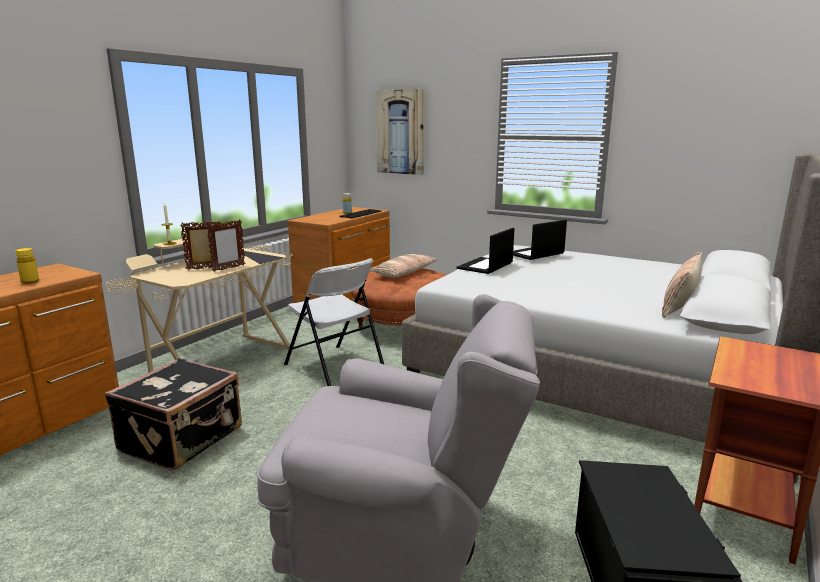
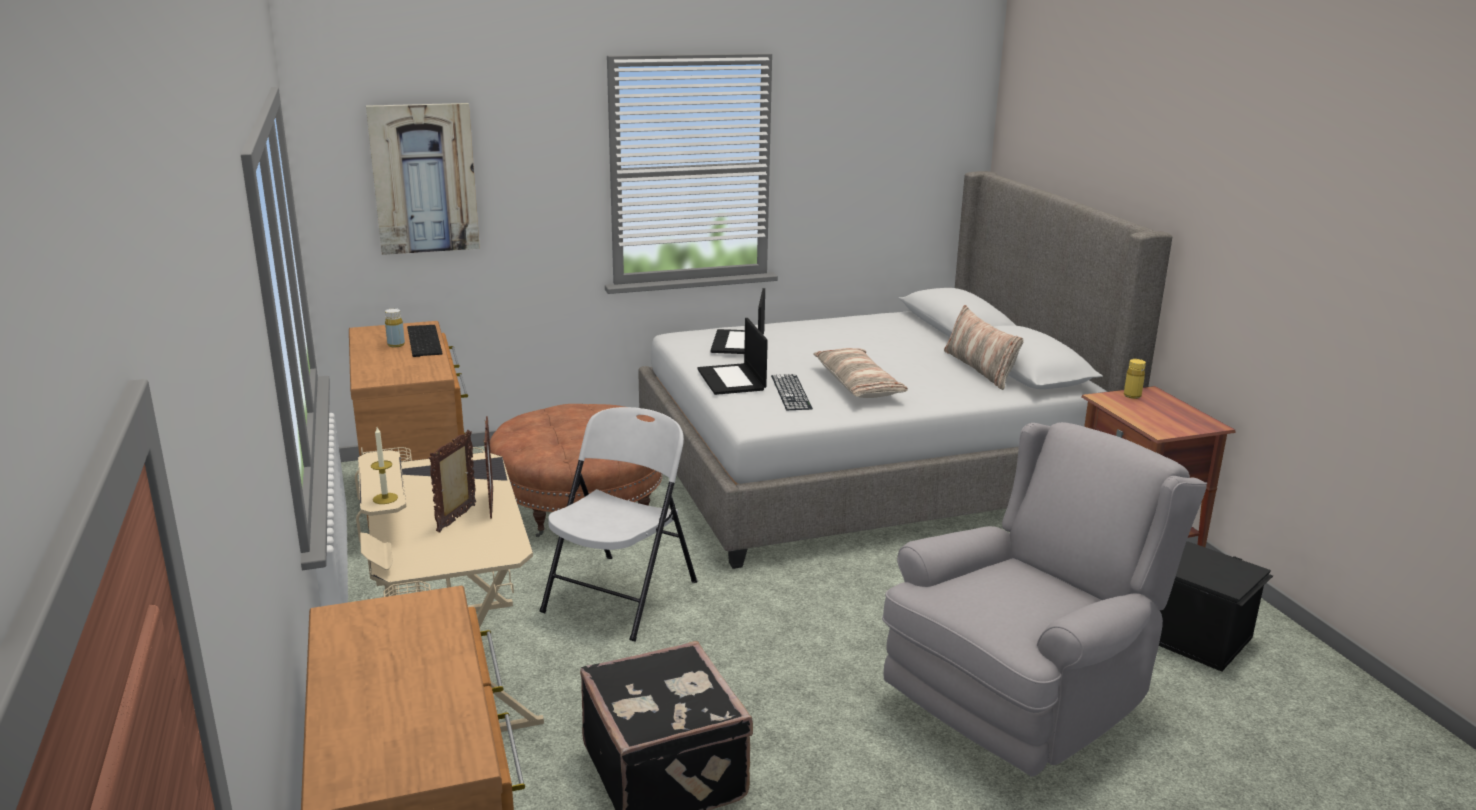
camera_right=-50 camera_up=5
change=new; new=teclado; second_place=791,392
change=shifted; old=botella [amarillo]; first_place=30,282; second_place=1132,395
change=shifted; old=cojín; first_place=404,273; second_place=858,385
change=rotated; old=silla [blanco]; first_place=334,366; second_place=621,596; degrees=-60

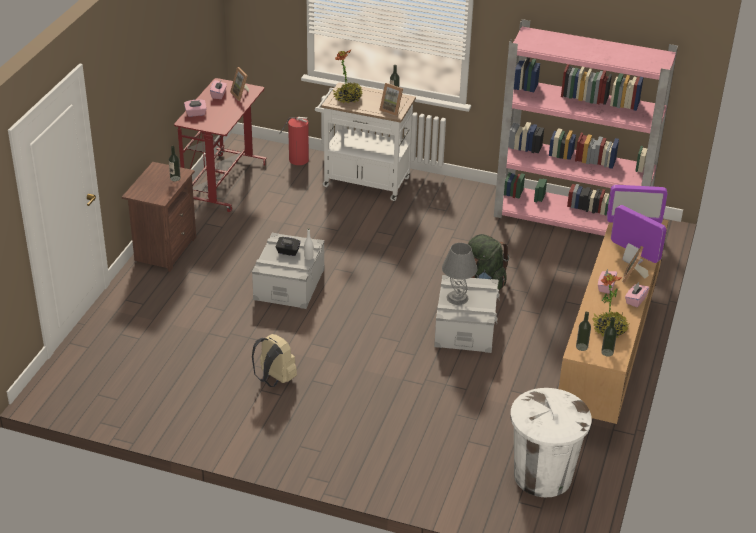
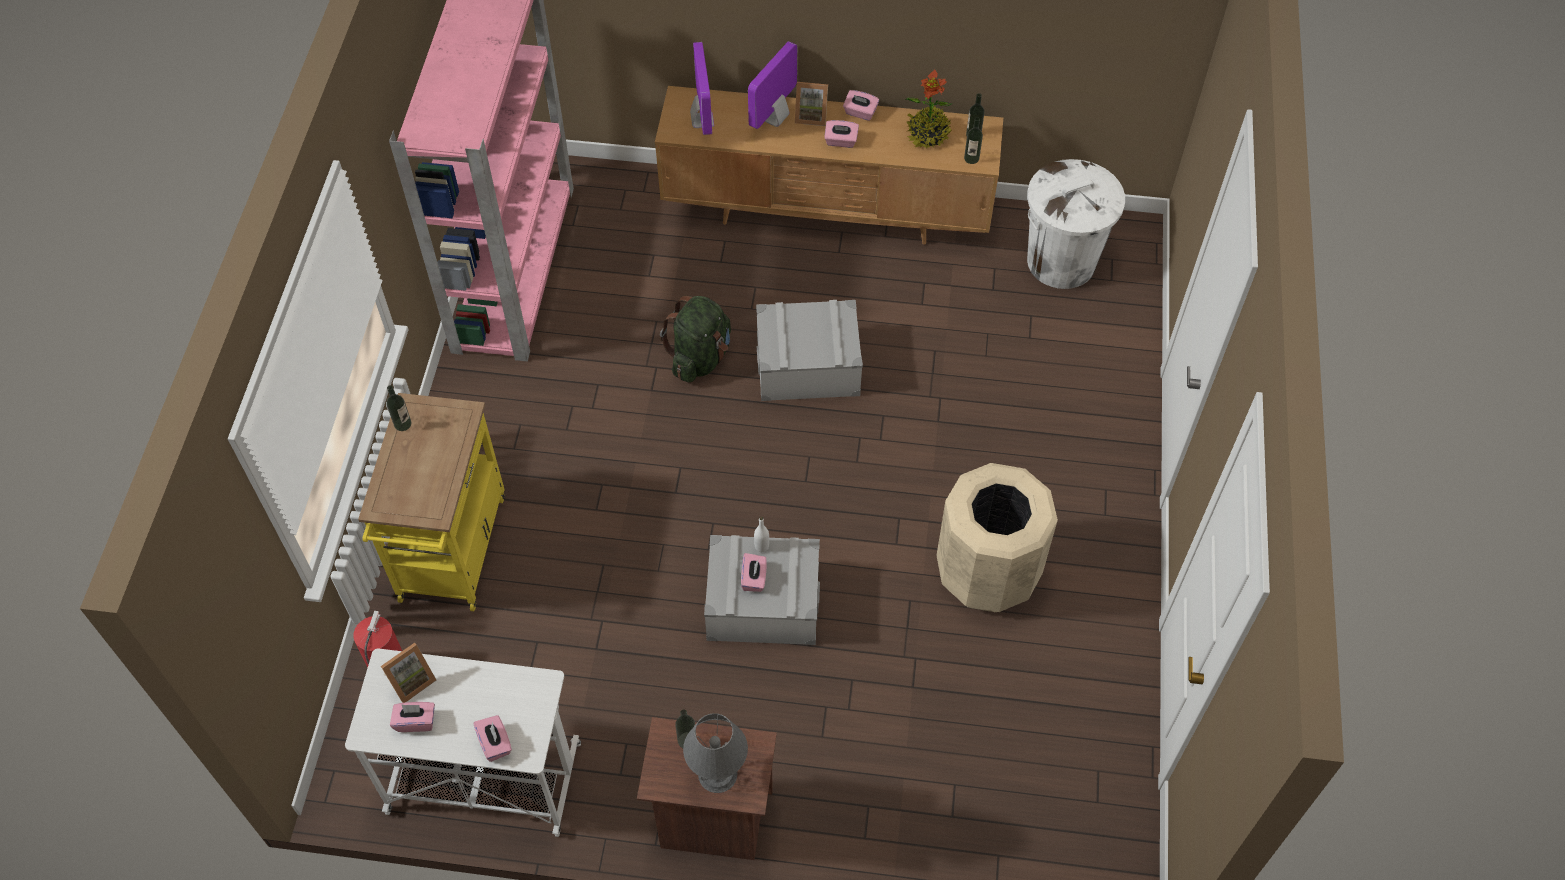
camera_right=-100 camera_up=20
change=gone; old=planta en maceta; first_place=348,98
change=gone; old=portarretratos; first_place=392,110
change=shifted; old=lámpara de mesa [gris]; first_place=457,298; second_place=717,774
change=swapped; old=mochila [beis]; new=papelera [beis]; first_place=274,379; second_place=987,573
change=repainted; old=escritorio [rojo]; new=escritorio [blanco]; first_place=224,182; second_place=483,778
change=repainted; old=caja de pañuelos [negro]; new=caja de pañuelos [rosa]; first_place=288,252; second_place=754,579
change=repainted; old=carrito [blanco]; new=carrito [amarillo]; first_place=363,182; second_place=451,552

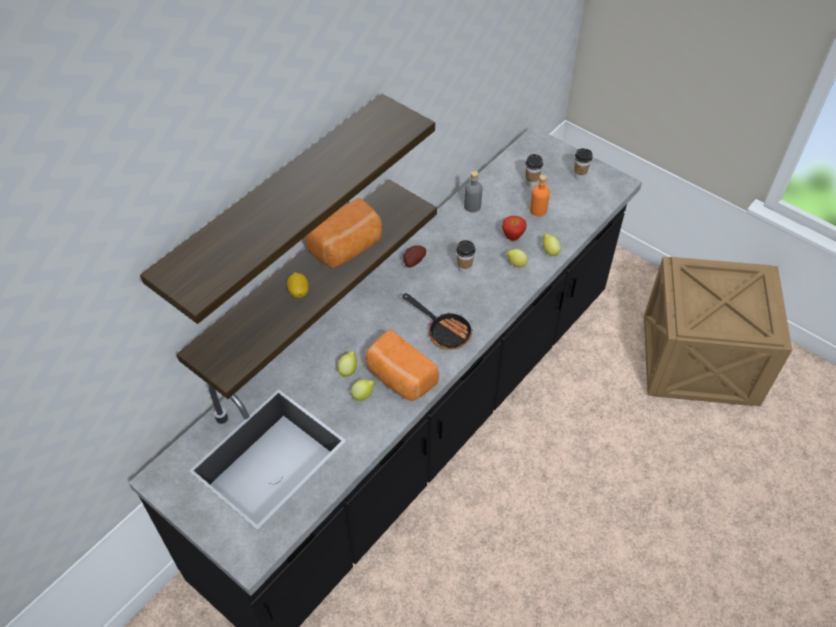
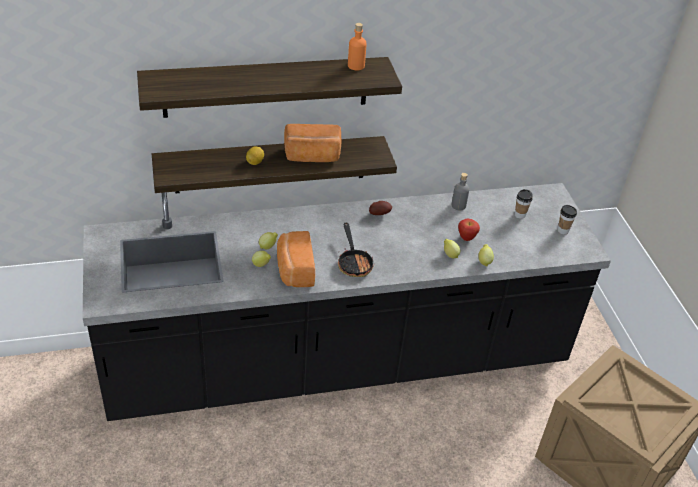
camera_right=35 camera_up=-10
change=gone; old=taza; first_place=464,268
change=shifted; old=botella [naranja]; first_place=538,210; second_place=356,66

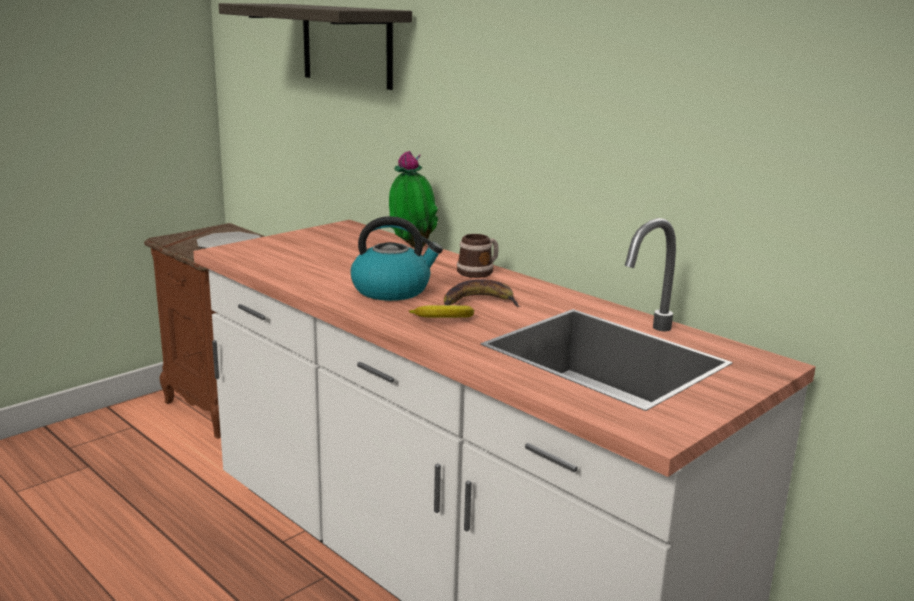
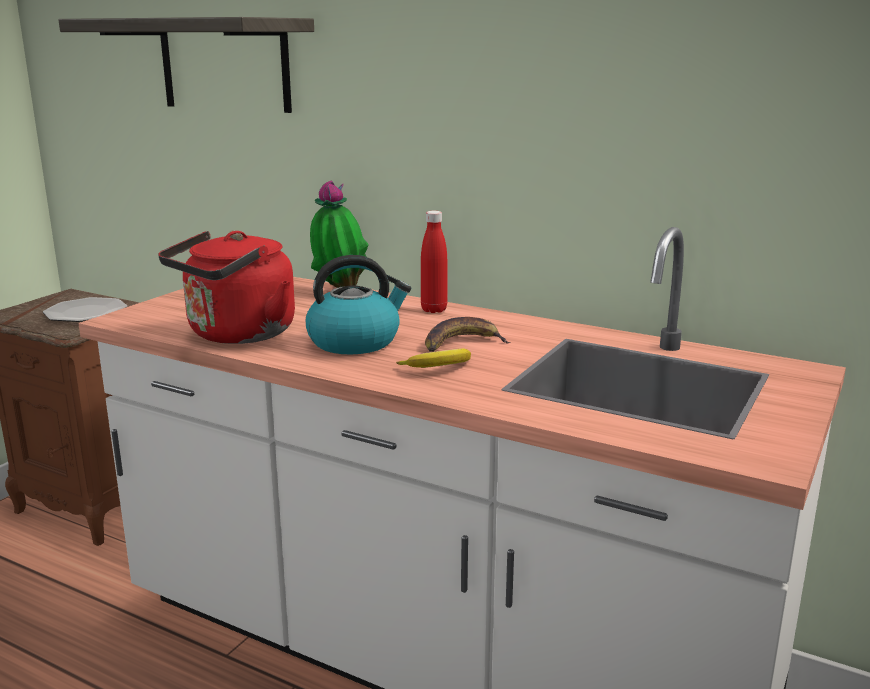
camera_right=-15 camera_up=0
change=new; new=hervidor [rojo]; second_place=237,335
change=swapped; old=taza grande; new=botella [rojo]; first_place=479,271; second_place=434,310

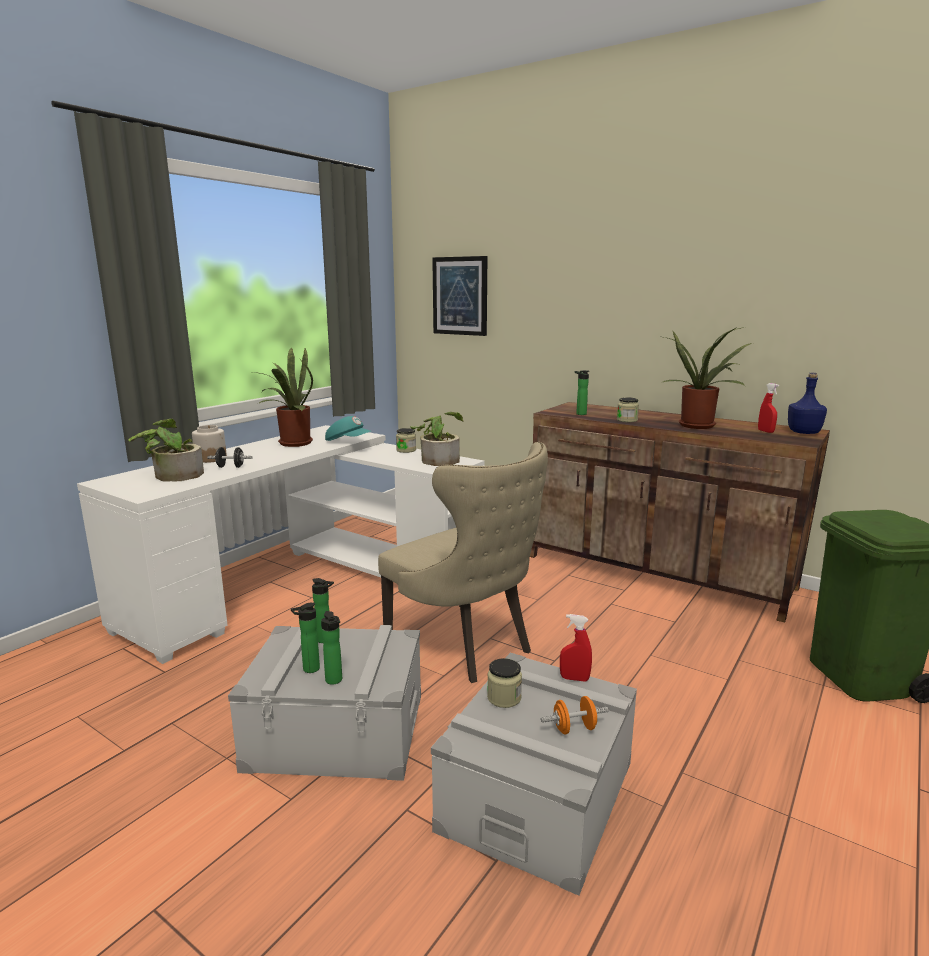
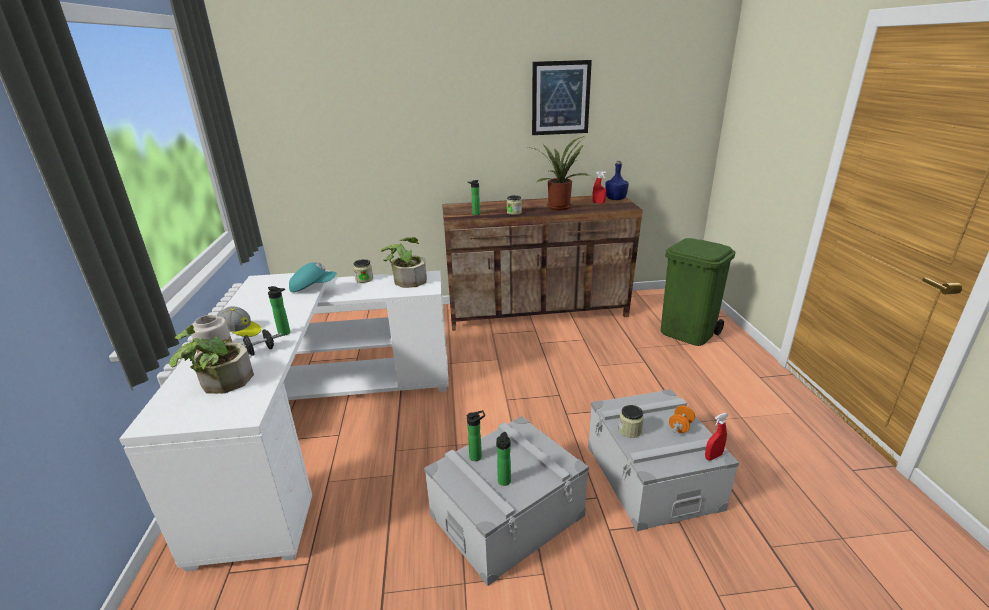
camera_right=-40 camera_up=10
change=gone; old=planta en maceta; first_place=292,443
change=gone; old=silla [beis]; first_place=465,645
change=new; new=gorra; second_place=240,330
change=shifted; old=botella; first_place=334,681; second_place=286,333
change=shifted; old=cuadro; first_place=460,296; second_place=560,98
change=shifted; old=pulverizador [rojo]; first_place=574,678; second_place=713,456

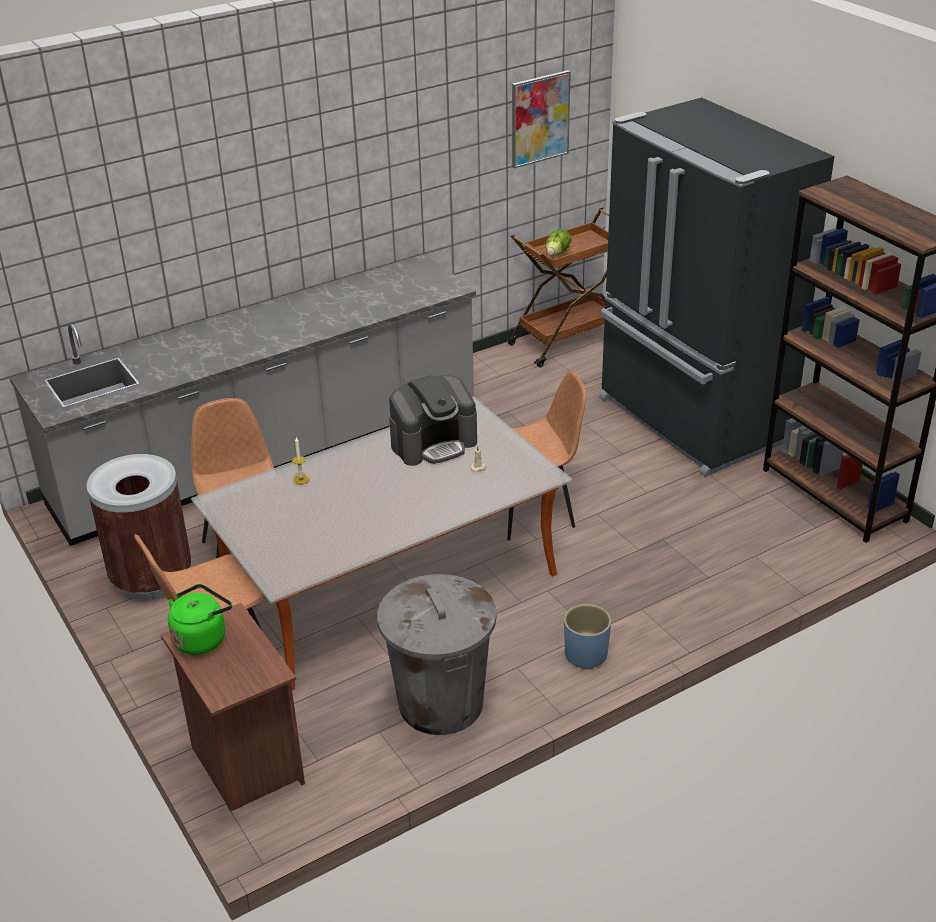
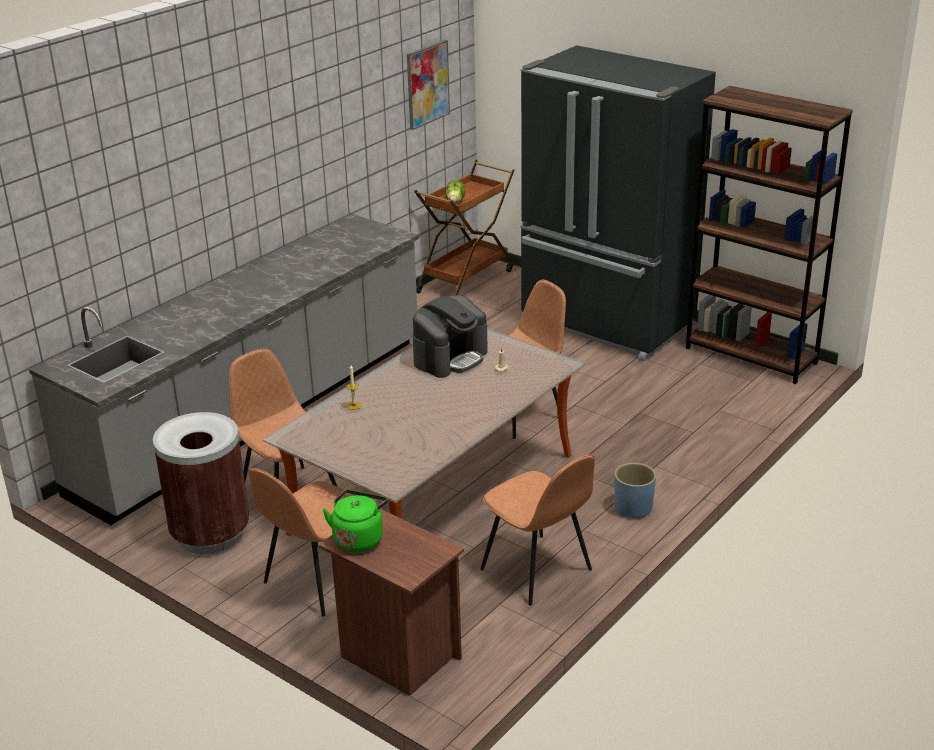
camera_right=-20 camera_up=-5
change=swapped; old=papelera [gris]; new=silla [marrón]; first_place=440,704; second_place=538,571

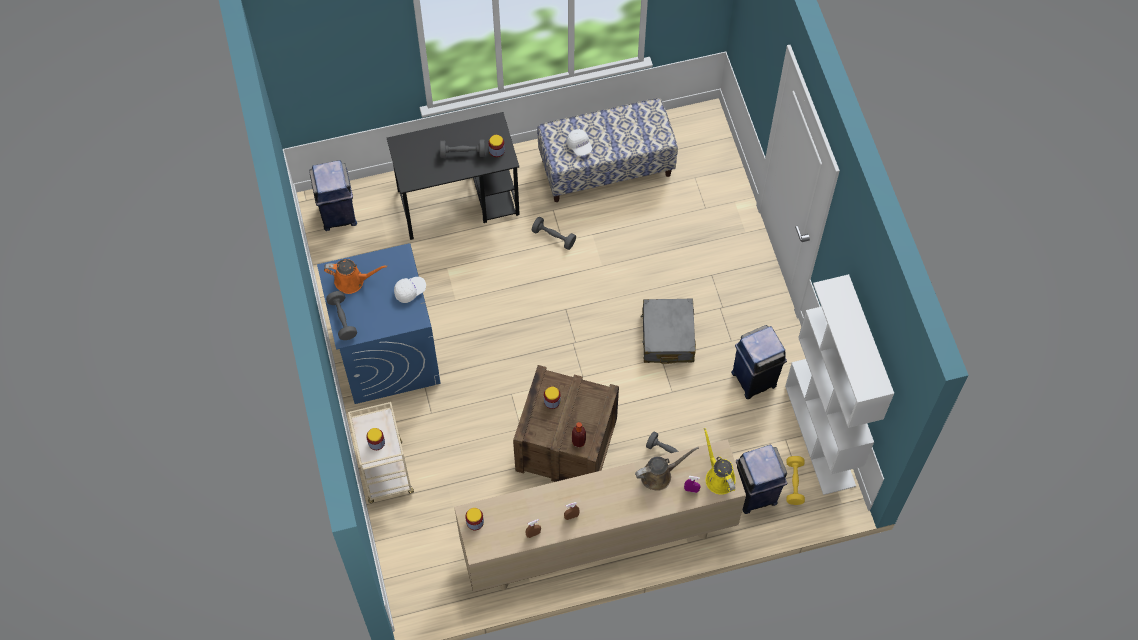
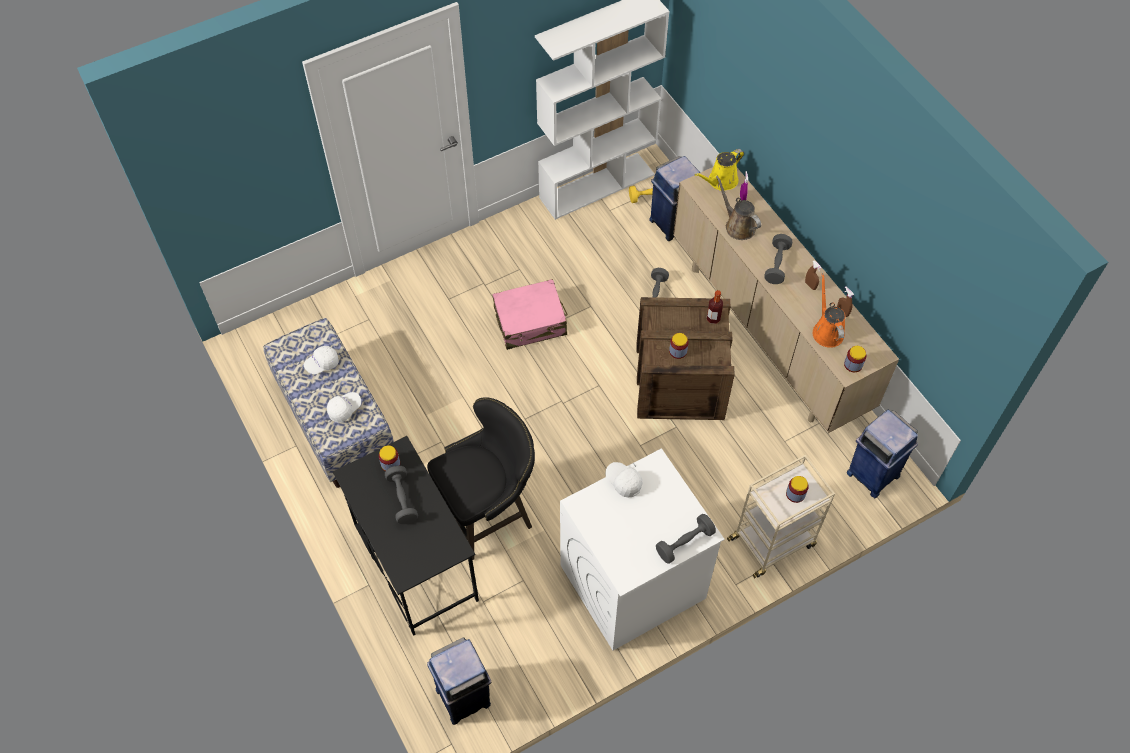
camera_right=-105 camera_up=-5
change=new; new=gorra [blanco]; second_place=322,364
change=new; new=taburete [negro]; second_place=489,514
change=shifted; old=regadera [naranja]; first_place=352,281; second_place=827,330
change=shifted; old=mancuerna [gris]; first_place=553,237; second_place=777,264
change=shifted; old=papelera [azul]; first_place=754,379; second_place=872,473
change=repainted; old=lavadora [azul]; new=lavadora [blanco]; first_place=387,352; second_place=632,582
change=repainted; old=maleta [gris]; new=maleta [rosa]; first_place=667,336; second_place=530,322

